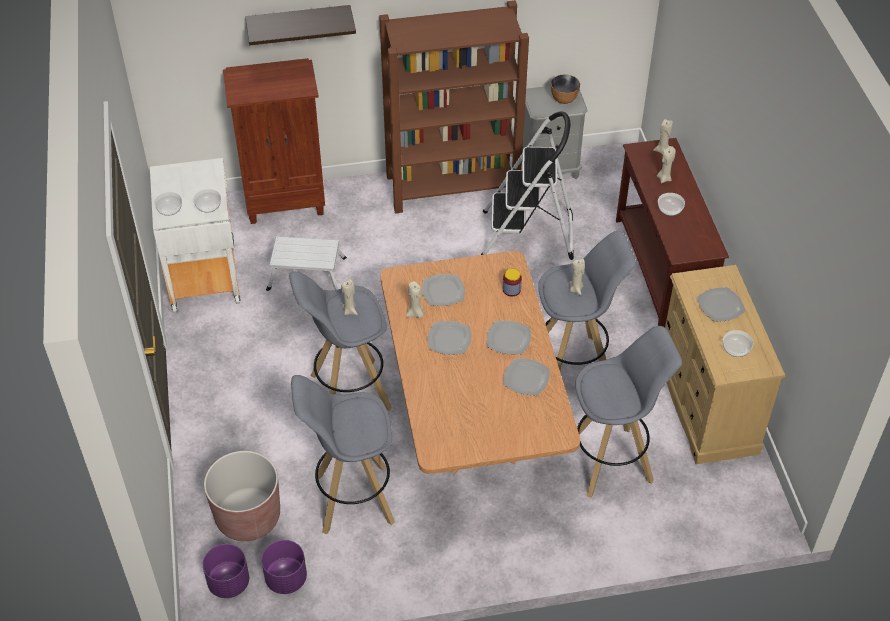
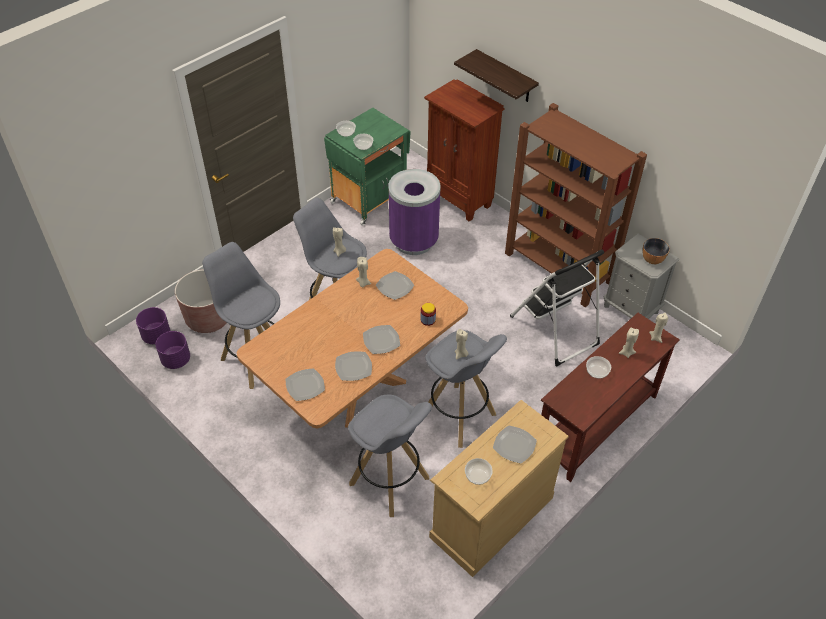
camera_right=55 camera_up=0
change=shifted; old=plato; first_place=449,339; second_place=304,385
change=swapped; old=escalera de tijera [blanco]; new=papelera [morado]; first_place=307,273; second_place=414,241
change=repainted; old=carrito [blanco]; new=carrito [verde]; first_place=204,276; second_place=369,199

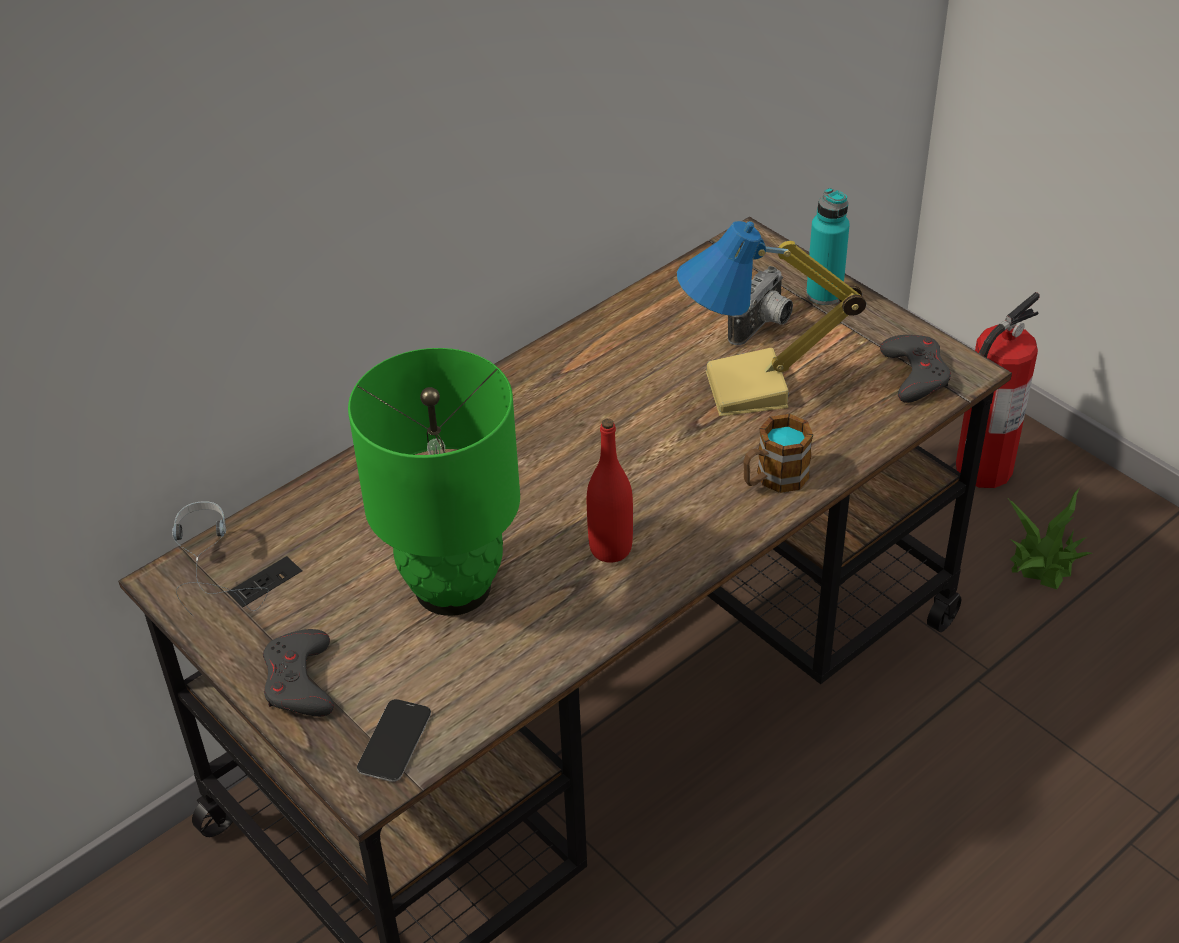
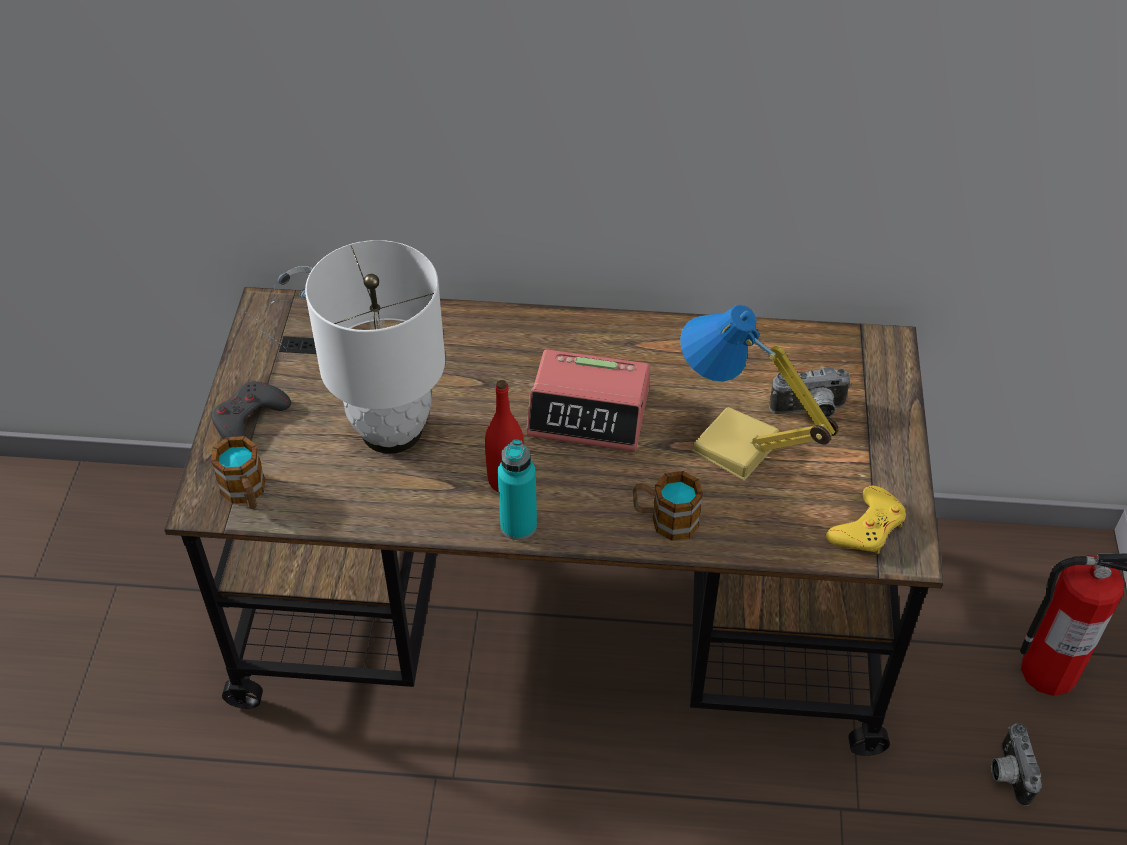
camera_right=45 camera_up=5
change=new; new=despertador; second_place=589,412
change=shifted; old=botella [turquesa]; first_place=824,294; second_place=518,525
change=swapped; old=móvil; new=taza grande; first_place=394,741; second_place=246,493
change=swapped; old=planta en maceta; new=cámara; first_place=1045,559; second_place=1007,773
change=repainted; old=lámpara de mesa [verde]; new=lámpara de mesa [blanco]; first_place=454,587; second_place=392,430
change=repainted; old=mando de consola [gris]; new=mando de consola [amarillo]; first_place=915,374; second_place=867,527

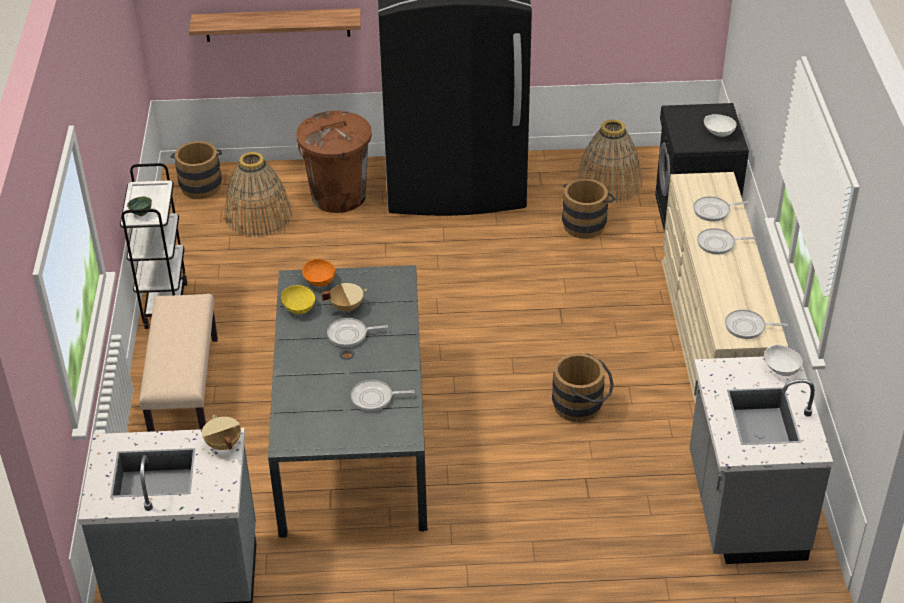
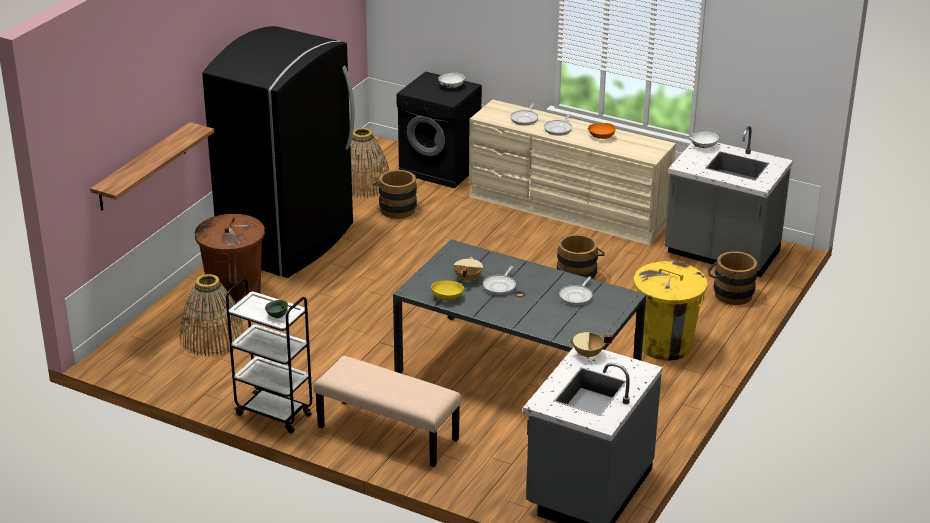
camera_right=-60 camera_up=-10
change=gone; old=sartén; first_place=747,327
change=new; new=papelera [amarillo]; second_place=665,345
change=shifted; old=cubo [marrón]; first_place=200,184; second_place=729,294
change=shifted; old=cuenco [naranja]; first_place=319,281; second_place=601,137

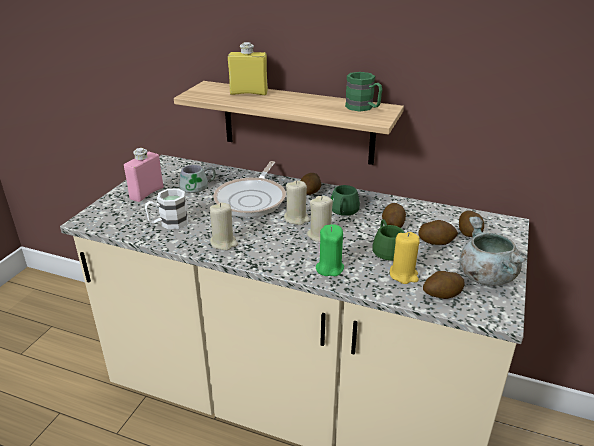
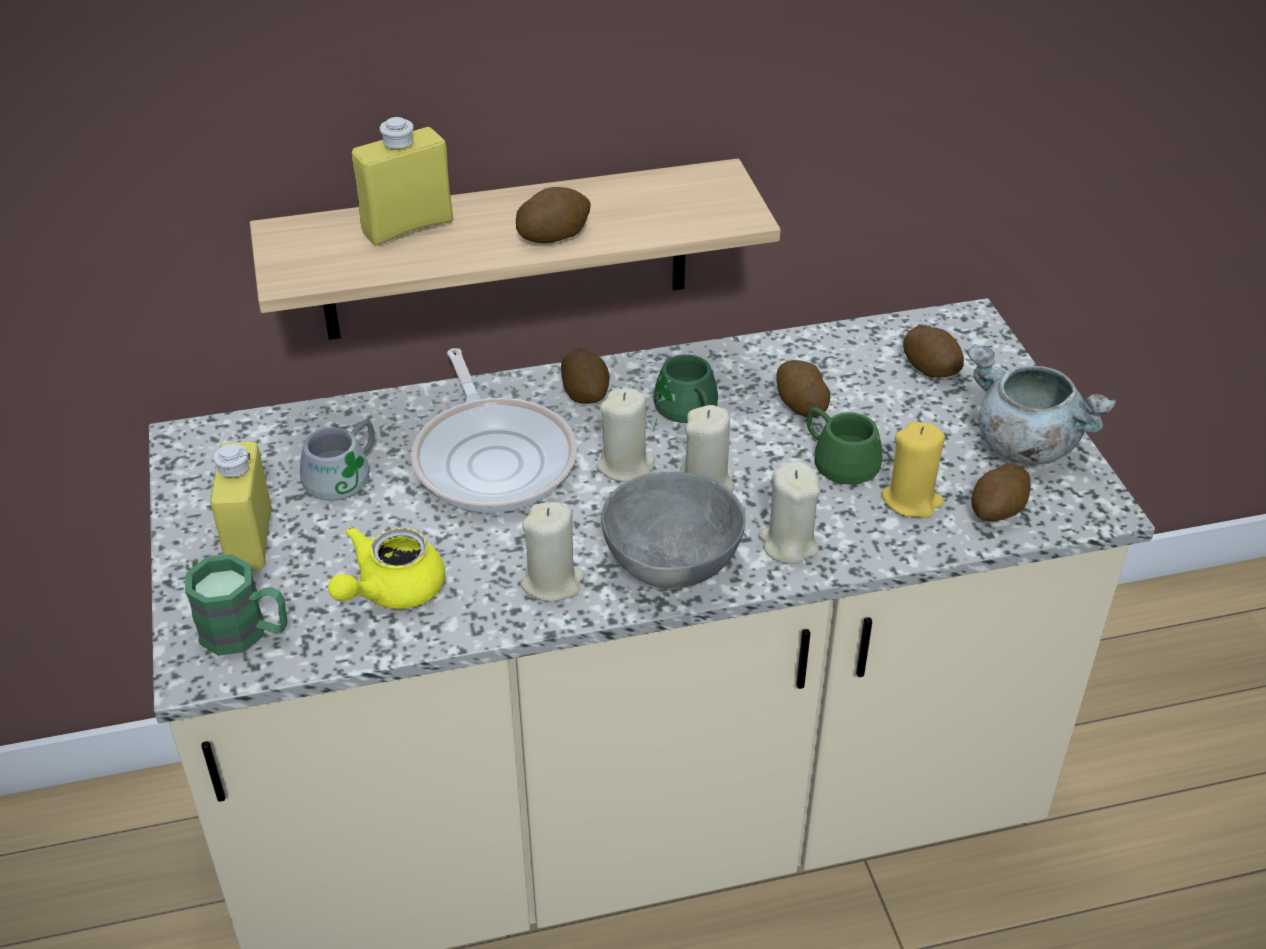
camera_right=-35 camera_up=10
change=new; new=cuenco [gris]; second_place=668,565
change=shifted; old=taza grande [verde]; first_place=363,108; second_place=246,633
change=shifted; old=patata; first_place=436,241; second_place=554,235
change=swapped; old=taza grande [blanco]; new=tetera [amarillo]; first_place=168,223; second_place=390,591
change=repainted; old=botella [rosa]; new=botella [amarillo]; first_place=147,193; second_place=250,540
change=repainted; old=vela [verde]; new=vela [beis]; first_place=329,268; second_place=788,544

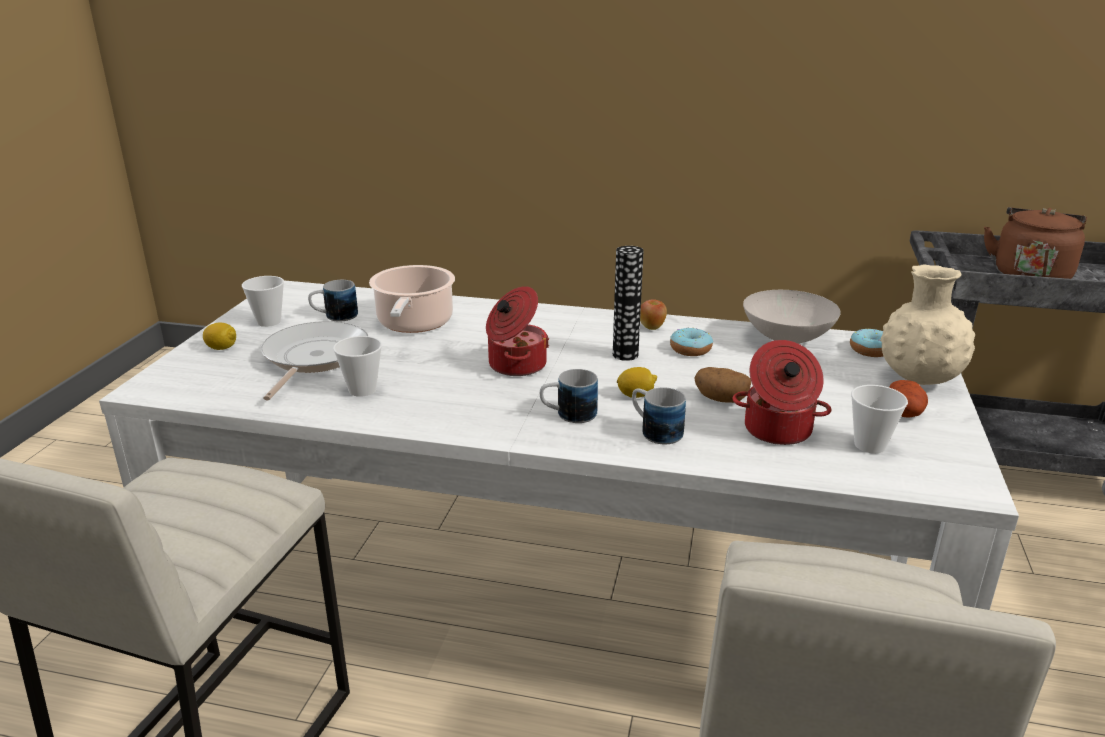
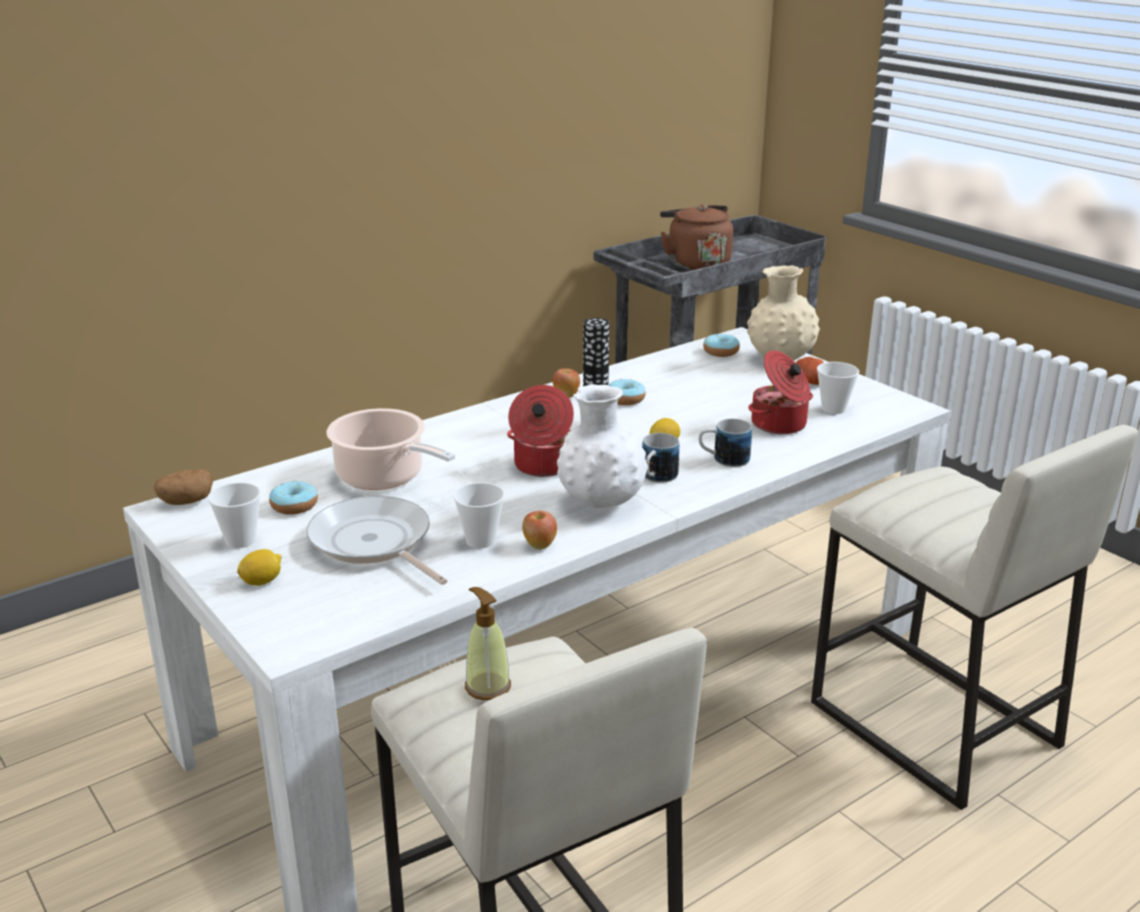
camera_right=-50 camera_up=0
change=gone; old=cuenco [blanco]; first_place=788,339
change=new; new=dispensador de jabón; second_place=487,686
change=new; new=manzana; second_place=539,545
change=new; new=florero [blanco]; second_place=601,503
change=shifted; old=patata; first_place=720,399; second_place=186,502
change=swapped; old=taza grande; new=rosquilla; first_place=334,317; second_place=294,506

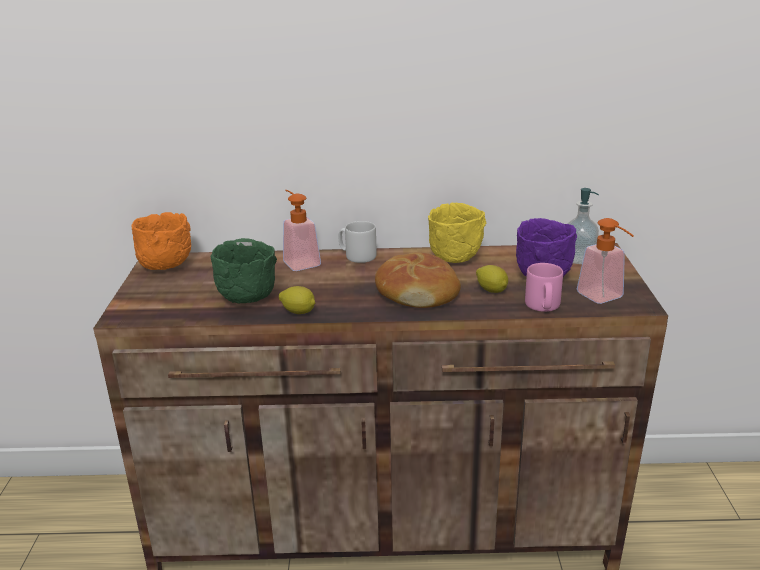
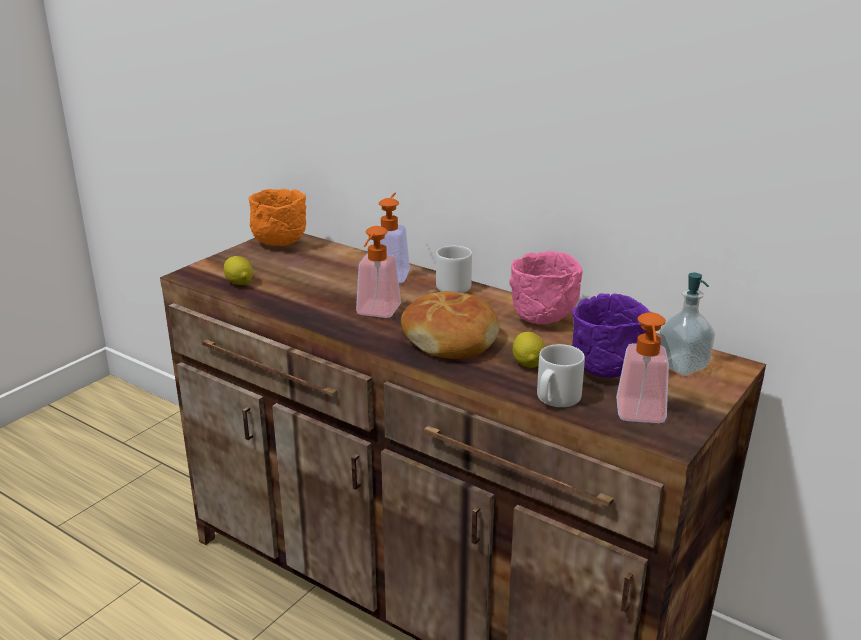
camera_right=35 camera_up=0
change=gone; old=cuenco [verde]; first_place=246,299
change=new; new=dispensador de jabón; second_place=376,313
change=shifted; old=limón; first_place=298,312; second_place=239,283
change=repainted; old=cuenco [amarillo]; new=cuenco [rosa]; first_place=456,258; second_place=544,319
change=repainted; old=taza grande [rosa]; new=taza grande [gris]; first_place=543,306; second_place=555,399

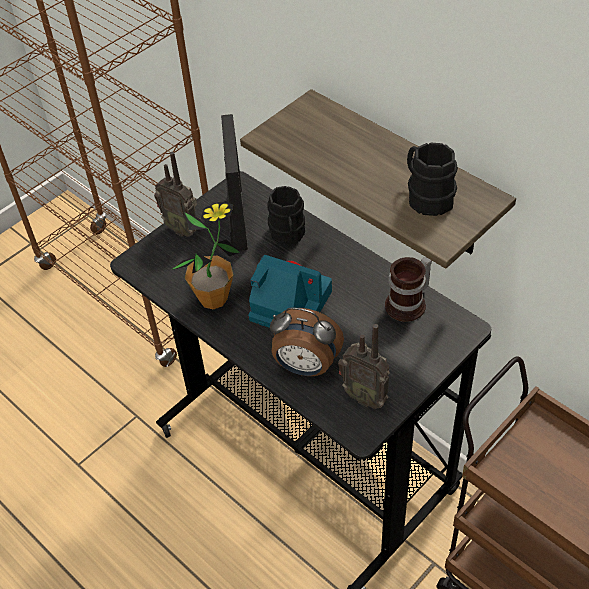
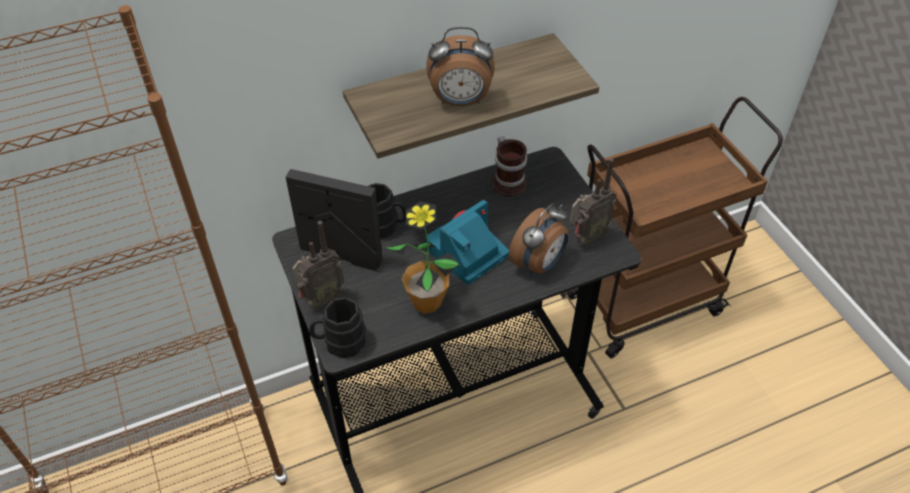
camera_right=-70 camera_up=0
change=new; new=despertador; second_place=460,101
change=shifted; old=taza grande [negro]; first_place=426,197; second_place=340,343

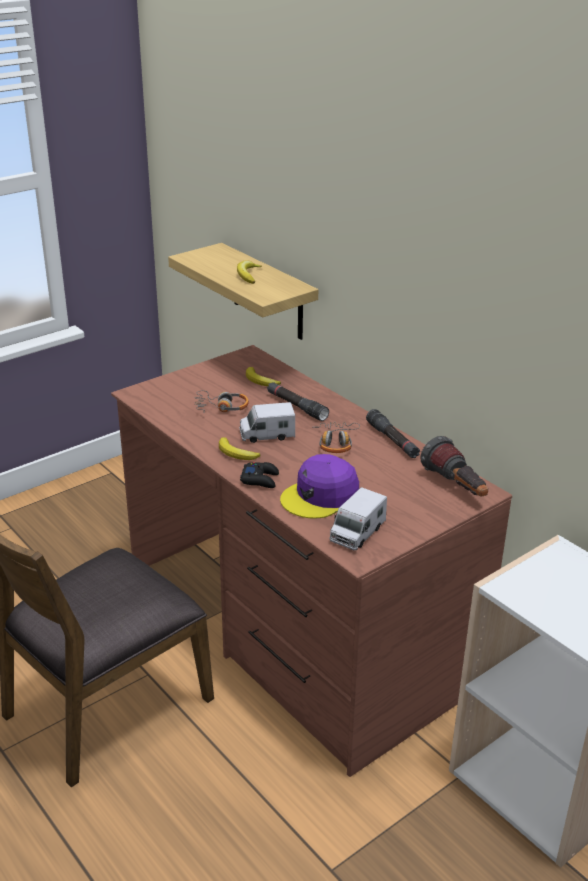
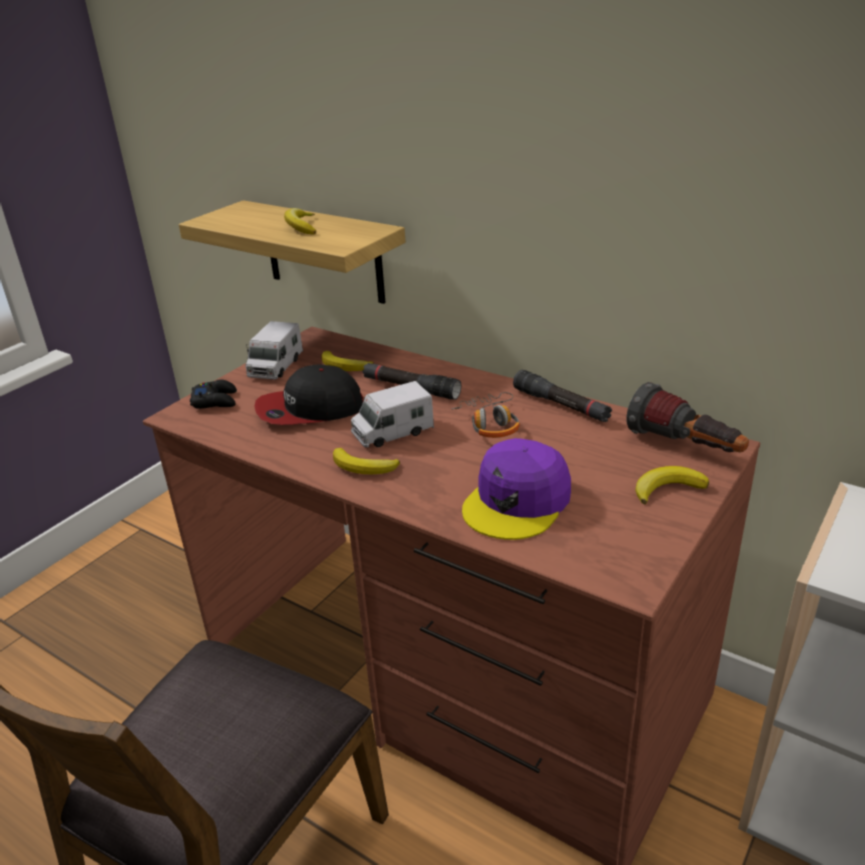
camera_right=-15 camera_up=0
change=new; new=plátano; second_place=667,488
change=shifted; old=mando de consola [negro]; first_place=260,479; second_place=215,401
change=shifted; old=camión de juguete; first_place=357,533; second_place=275,366
change=swapped; old=auriculares; new=gorra; first_place=221,407; second_place=310,409

